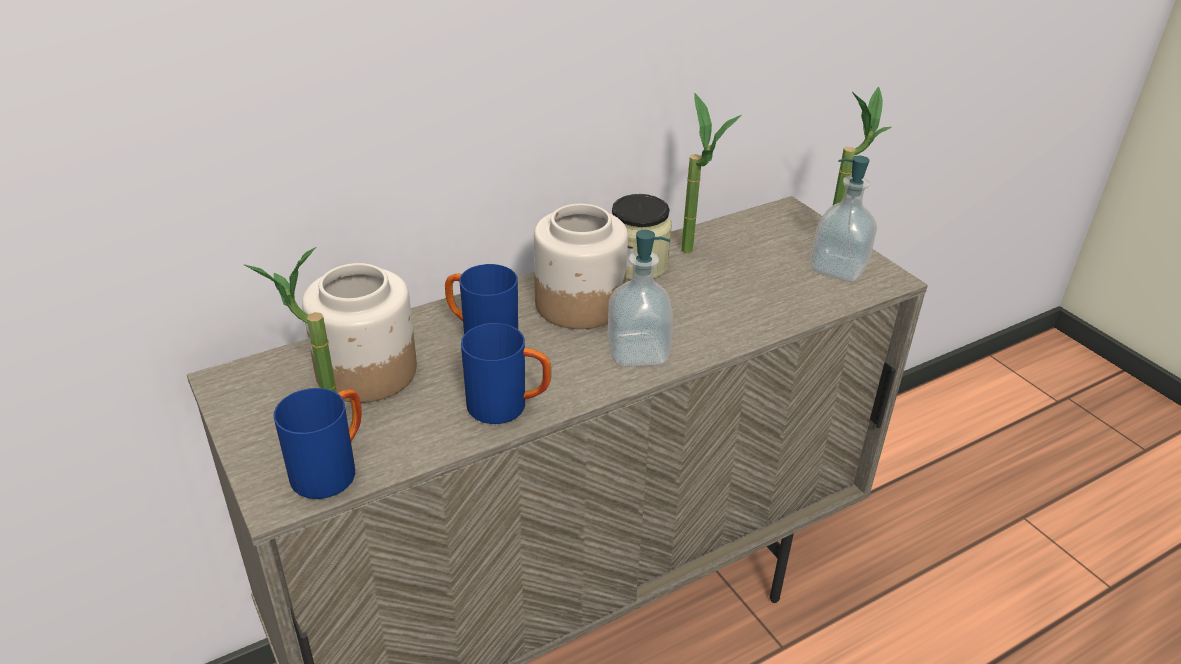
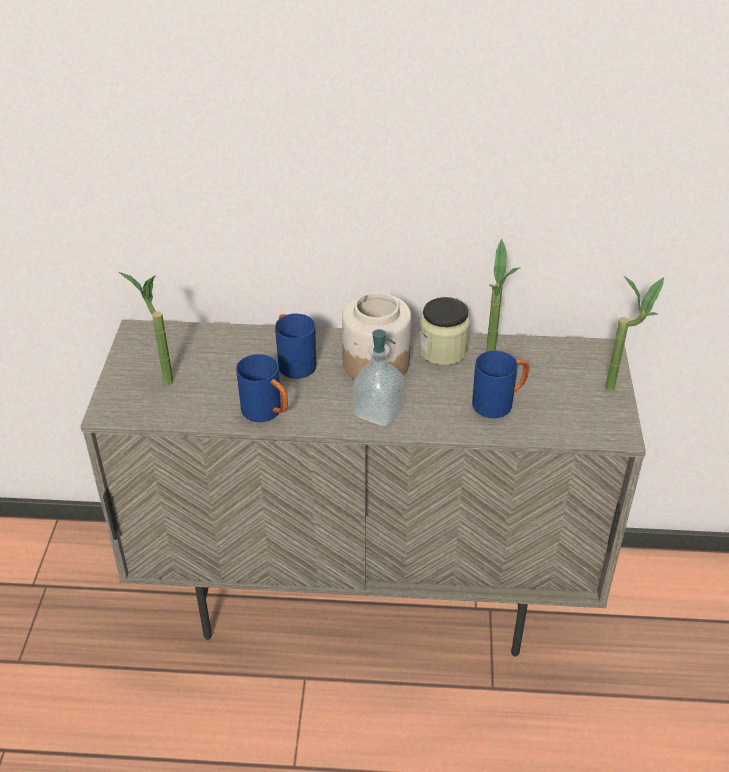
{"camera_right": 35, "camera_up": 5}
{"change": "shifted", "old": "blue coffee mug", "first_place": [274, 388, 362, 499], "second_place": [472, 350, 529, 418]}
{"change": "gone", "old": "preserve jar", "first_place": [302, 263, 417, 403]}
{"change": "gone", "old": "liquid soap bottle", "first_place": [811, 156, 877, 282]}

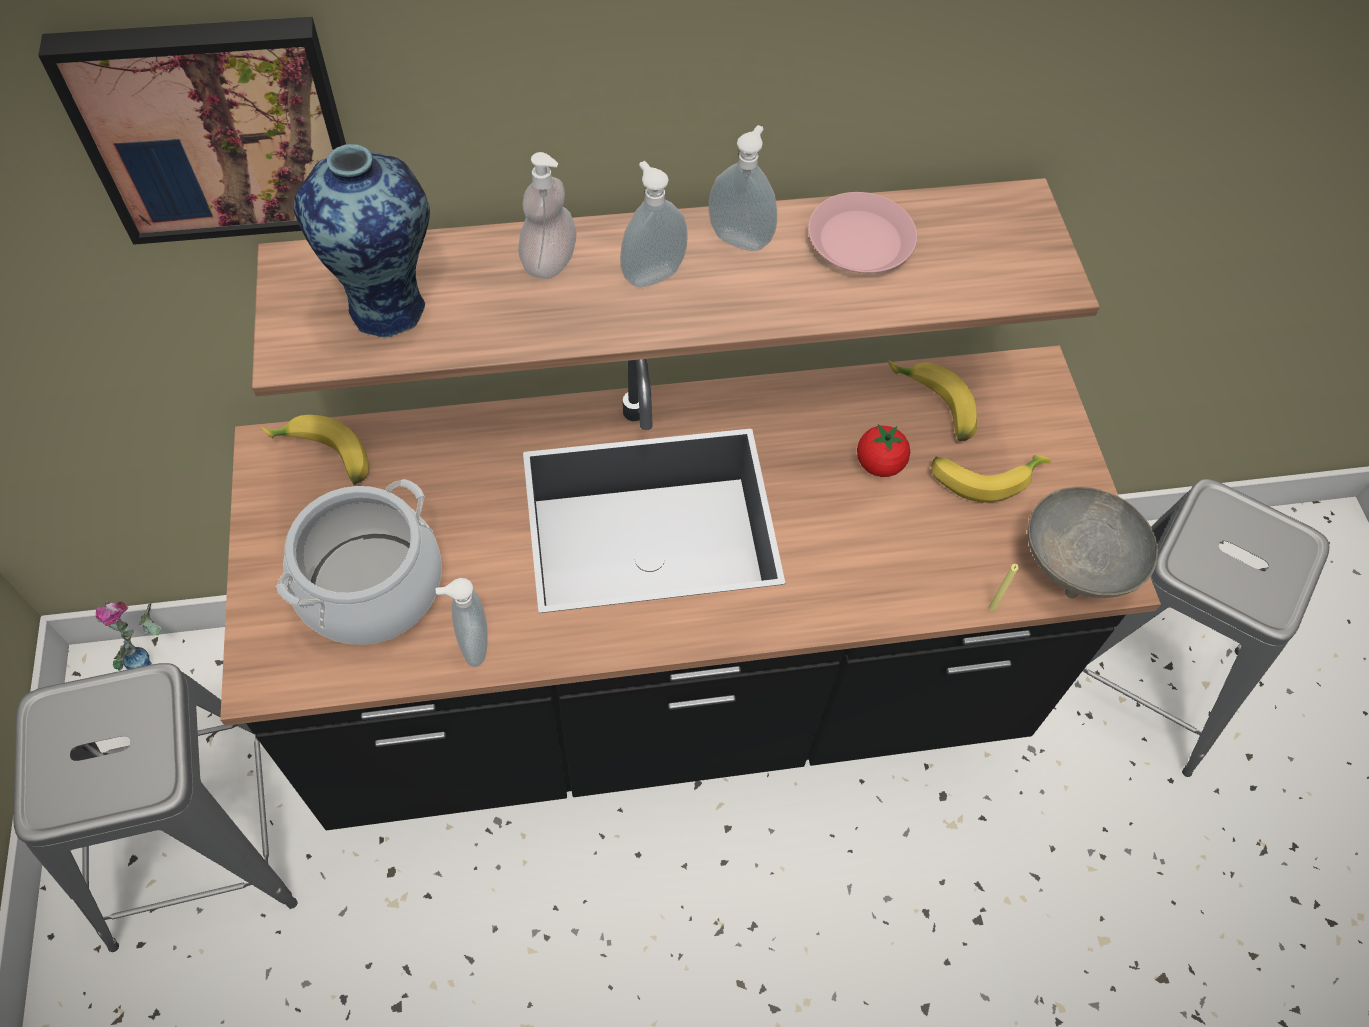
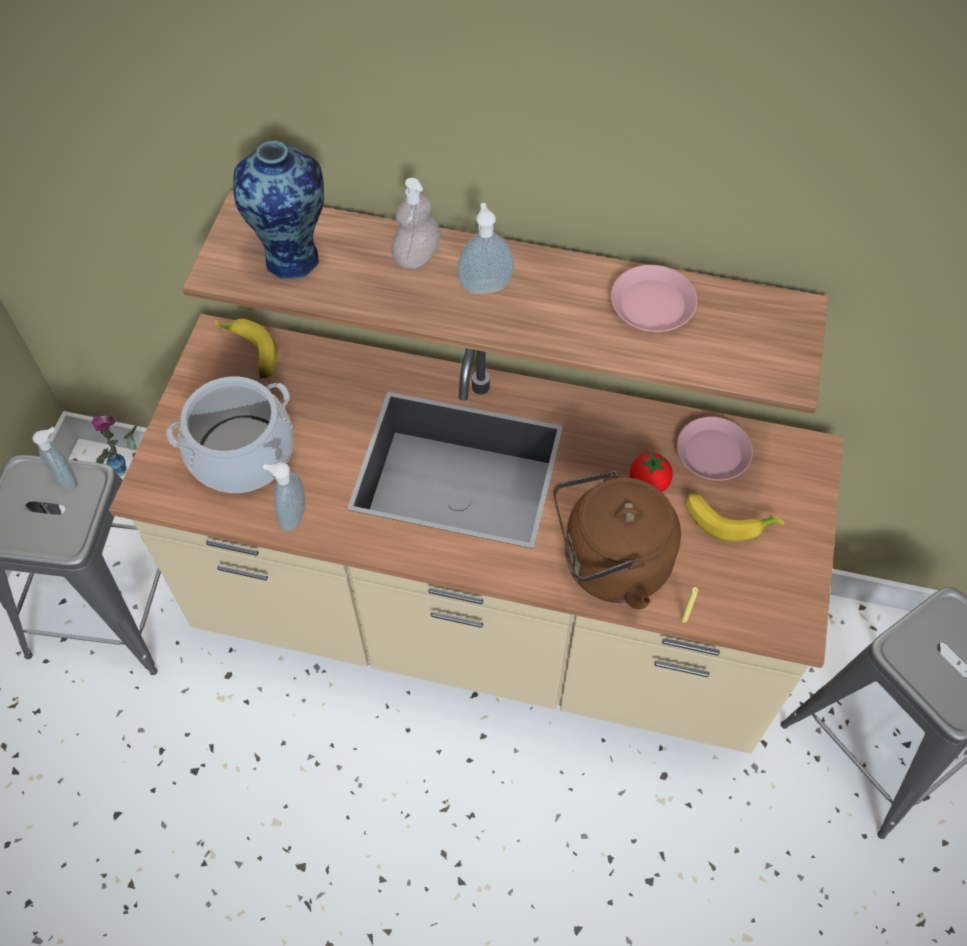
{"camera_right": 25, "camera_up": 0}
{"change": "gone", "old": "wall art", "first_place": [38, 17, 346, 245]}
{"change": "repainted", "old": "black counter", "new": "sand-coloured counter", "first_place": [220, 345, 1161, 830], "second_place": [109, 314, 844, 754]}
{"change": "shifted", "old": "liquid soap bottle", "first_place": [708, 125, 777, 251], "second_place": [32, 427, 78, 490]}
{"change": "swapped", "old": "whole banana", "new": "pink-coloured plate", "first_place": [888, 360, 977, 441], "second_place": [677, 417, 753, 481]}
{"change": "gone", "old": "greyish bowl", "first_place": [1028, 487, 1158, 598]}
{"change": "new", "new": "brown tea kettle", "second_place": [553, 470, 681, 609]}

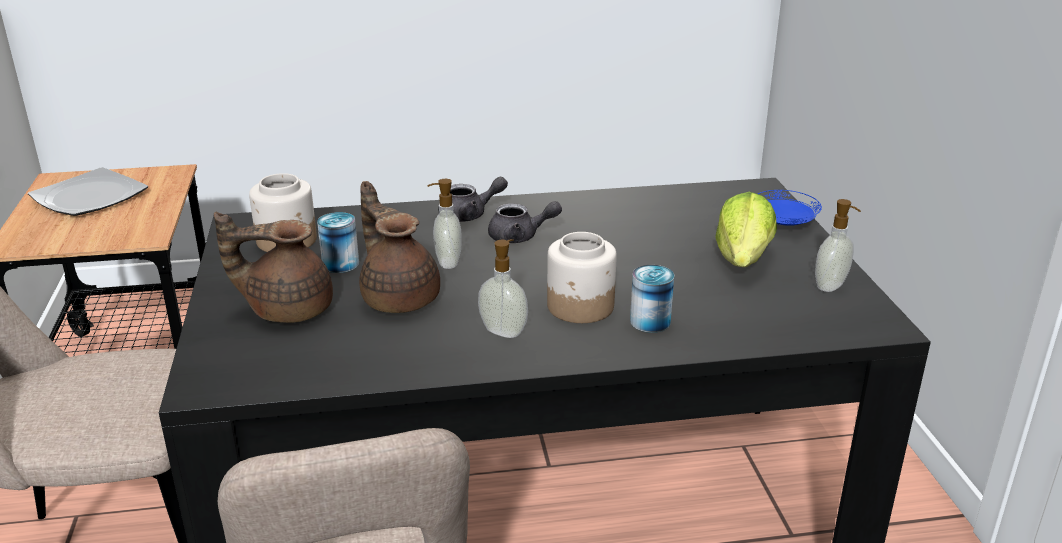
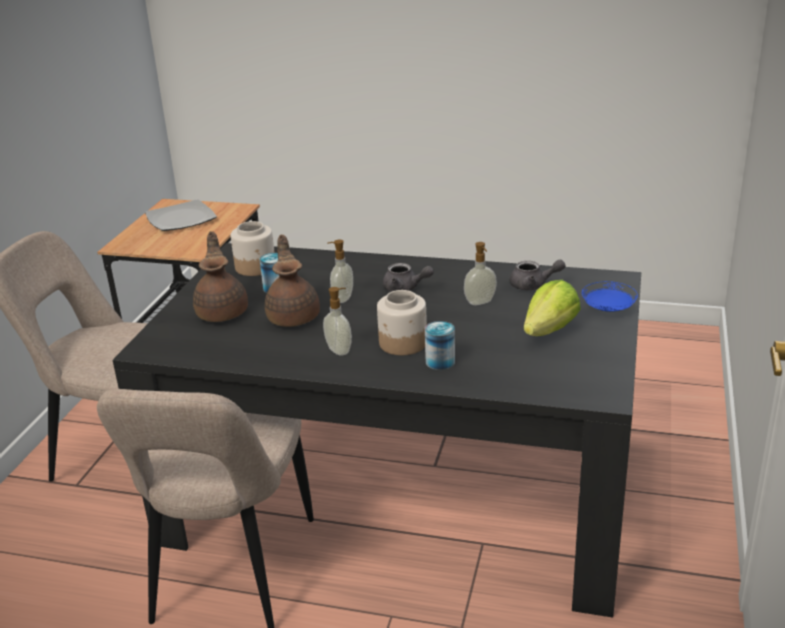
{"camera_right": 25, "camera_up": 0}
{"change": "rotated", "old": "brown pot for tea", "first_place": [214, 212, 333, 323], "second_place": [193, 231, 248, 322], "degrees": 60}
{"change": "shifted", "old": "greyish pot for tea", "first_place": [438, 177, 508, 222], "second_place": [510, 260, 566, 290]}
{"change": "shifted", "old": "liquid soap bottle", "first_place": [815, 199, 861, 292], "second_place": [464, 242, 497, 305]}

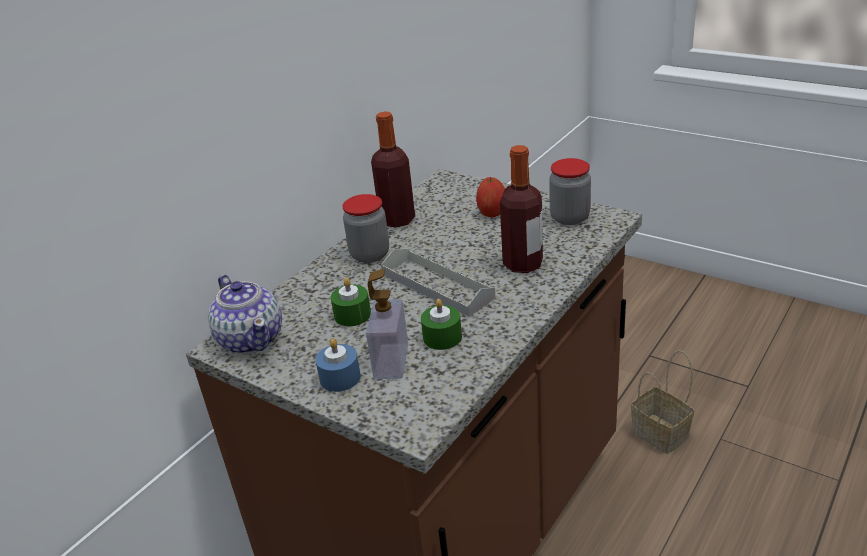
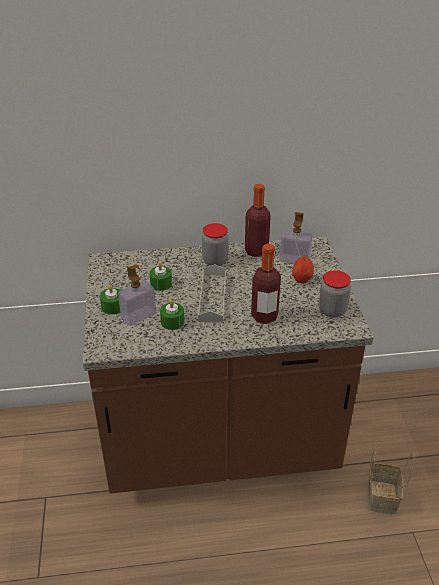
{"camera_right": 45, "camera_up": 5}
{"change": "gone", "old": "pot for tea", "first_place": [208, 275, 282, 354]}
{"change": "repainted", "old": "blue wax candle", "new": "greenish wax candle", "first_place": [315, 339, 361, 392], "second_place": [100, 285, 121, 315]}
{"change": "new", "new": "liquid soap bottle", "second_place": [279, 212, 312, 264]}

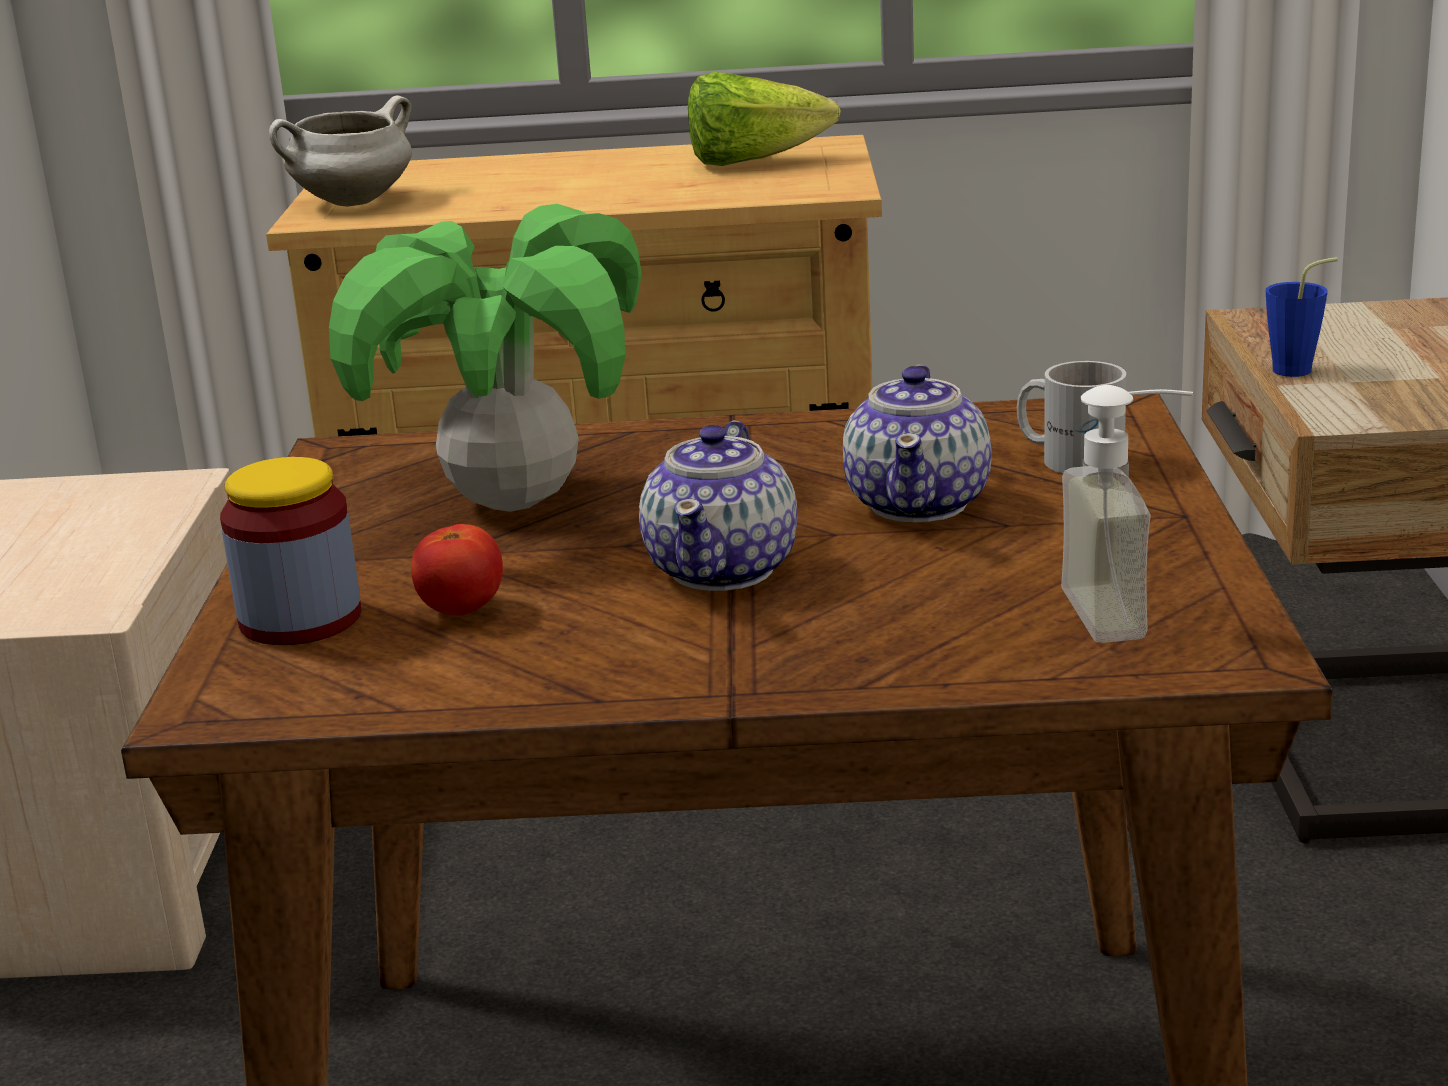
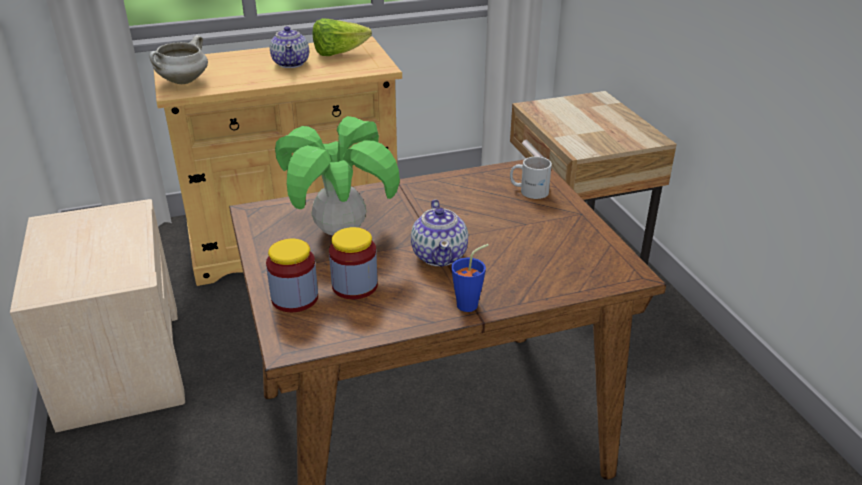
{"camera_right": -20, "camera_up": 10}
{"change": "swapped", "old": "tomato", "new": "preserve jar", "first_place": [411, 524, 503, 616], "second_place": [329, 227, 378, 299]}
{"change": "shifted", "old": "pot for tea", "first_place": [843, 365, 992, 523], "second_place": [270, 26, 309, 68]}
{"change": "gone", "old": "liquid soap bottle", "first_place": [1061, 385, 1193, 643]}
{"change": "shifted", "old": "blue cup", "first_place": [1266, 257, 1338, 377], "second_place": [451, 244, 489, 312]}

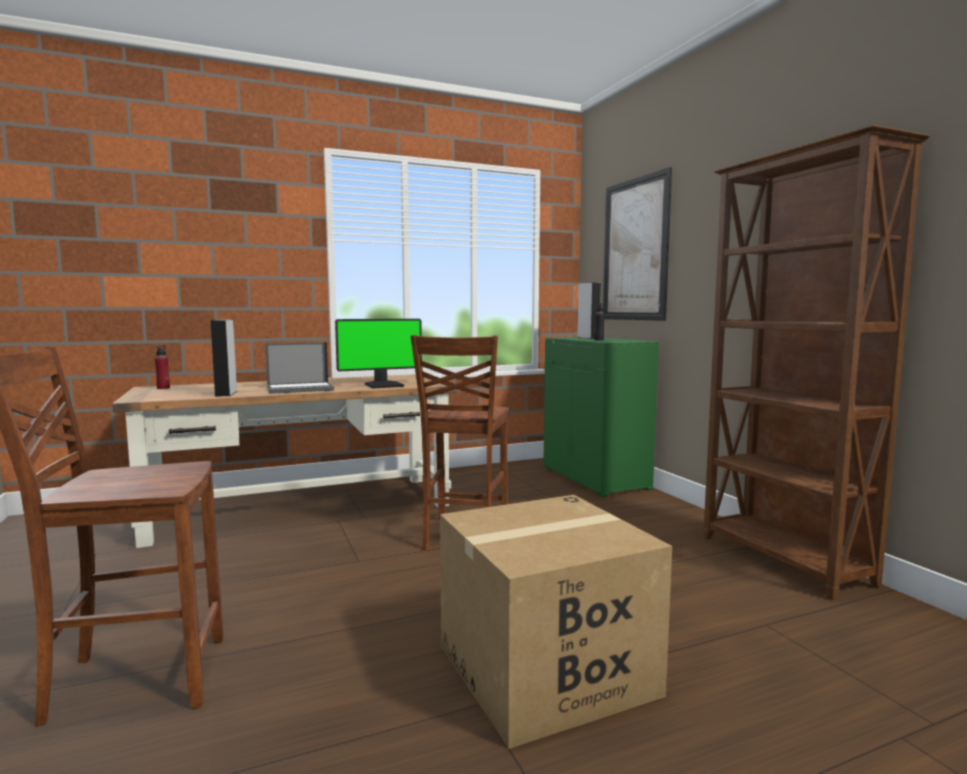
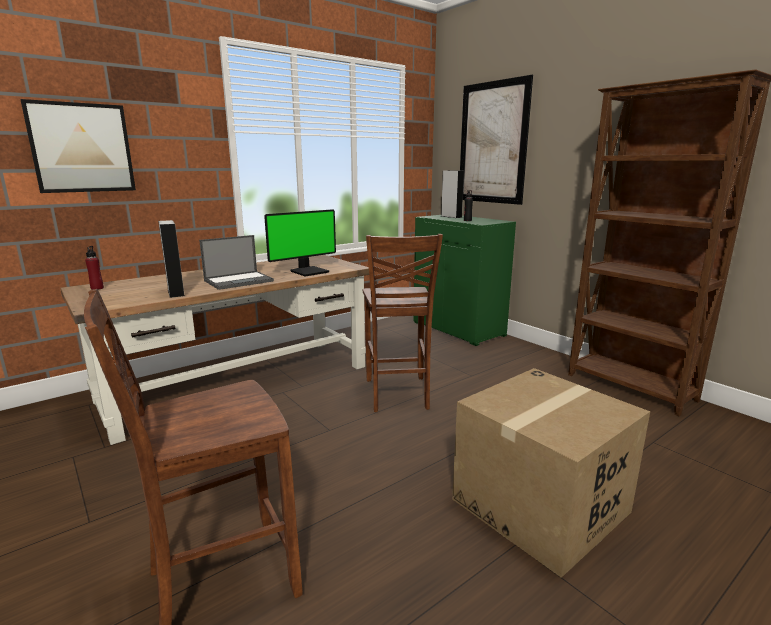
{"camera_right": -15, "camera_up": 10}
{"change": "new", "new": "wall art", "second_place": [20, 99, 136, 193]}

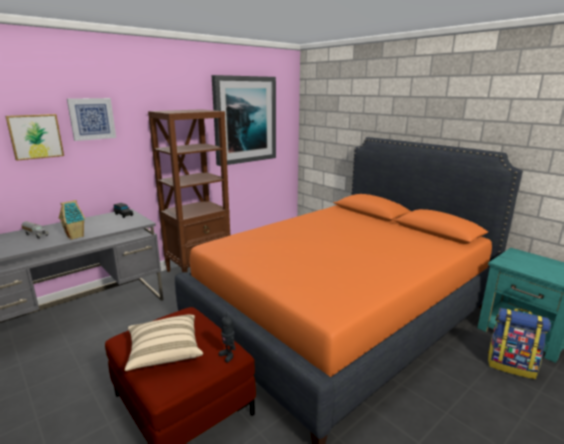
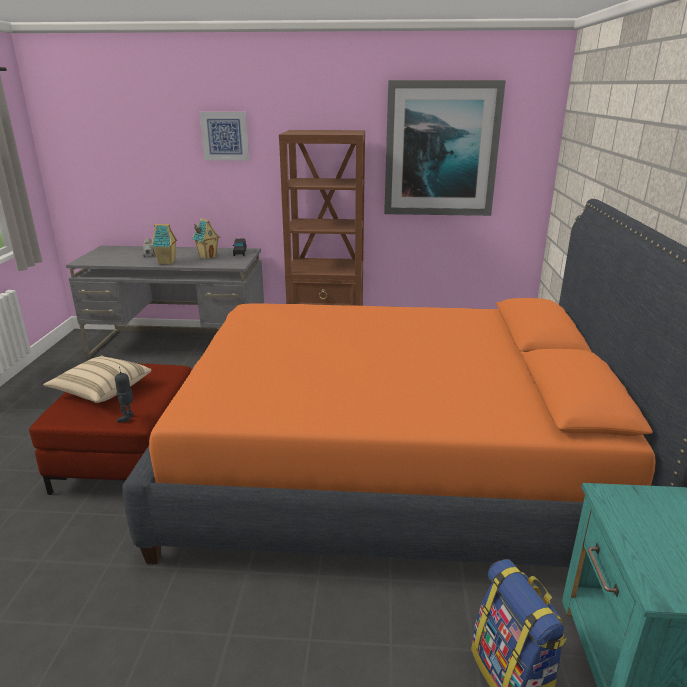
{"camera_right": 45, "camera_up": 5}
{"change": "gone", "old": "wall art", "first_place": [5, 114, 64, 161]}
{"change": "new", "new": "miniature house", "second_place": [192, 218, 220, 259]}

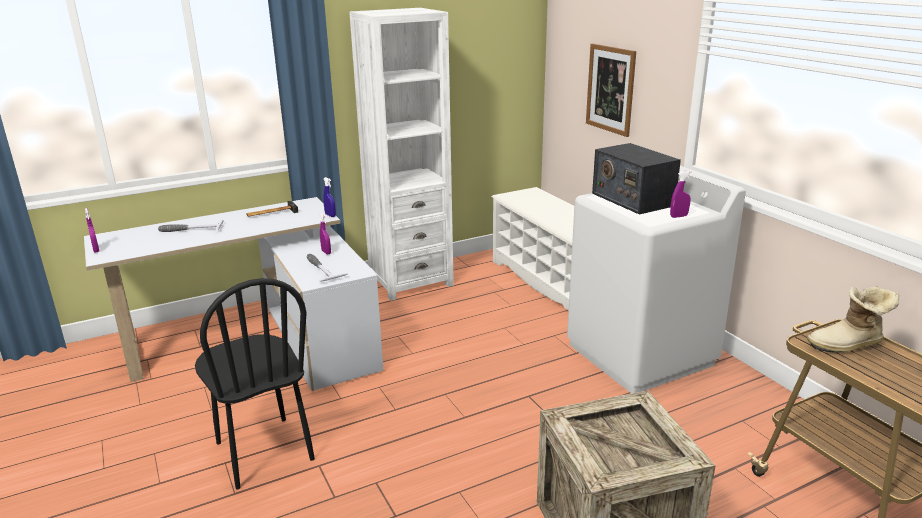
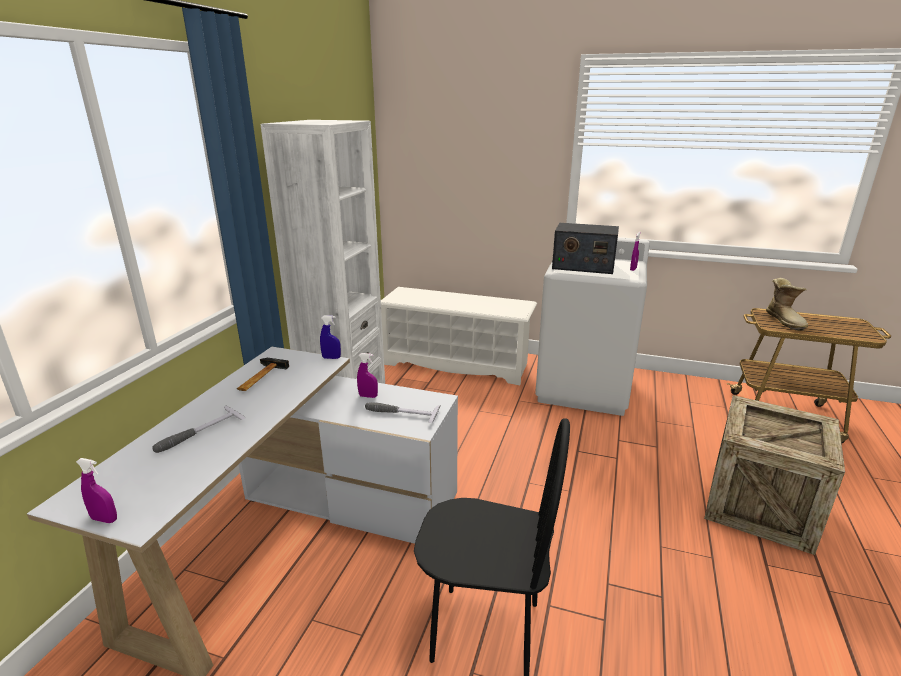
{"camera_right": -45, "camera_up": 0}
{"change": "gone", "old": "wall art", "first_place": [586, 44, 636, 137]}
{"change": "rotated", "old": "high-top boot", "first_place": [807, 286, 899, 353], "second_place": [766, 278, 808, 330], "degrees": -45}

